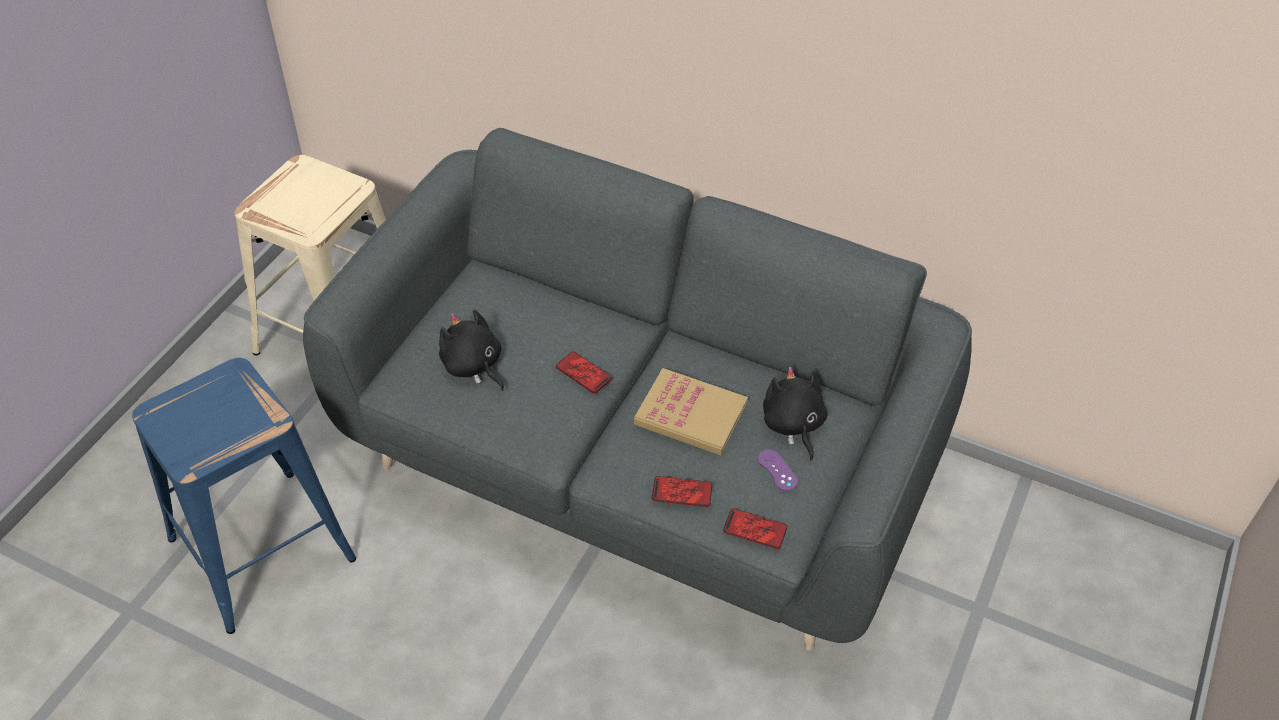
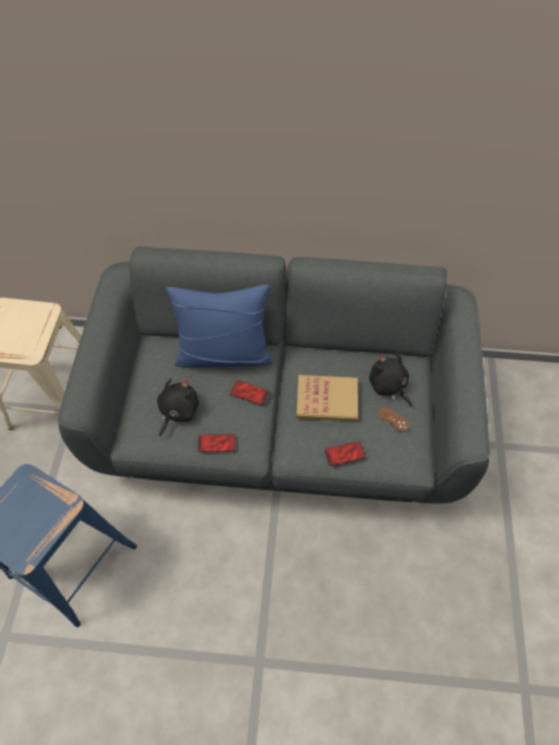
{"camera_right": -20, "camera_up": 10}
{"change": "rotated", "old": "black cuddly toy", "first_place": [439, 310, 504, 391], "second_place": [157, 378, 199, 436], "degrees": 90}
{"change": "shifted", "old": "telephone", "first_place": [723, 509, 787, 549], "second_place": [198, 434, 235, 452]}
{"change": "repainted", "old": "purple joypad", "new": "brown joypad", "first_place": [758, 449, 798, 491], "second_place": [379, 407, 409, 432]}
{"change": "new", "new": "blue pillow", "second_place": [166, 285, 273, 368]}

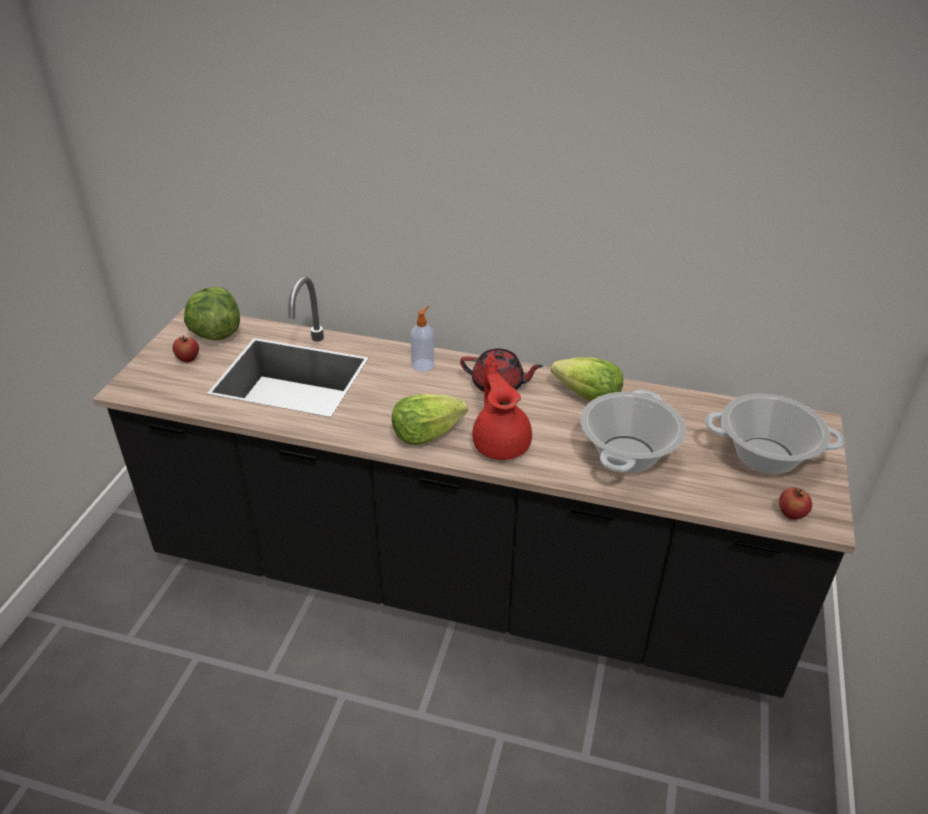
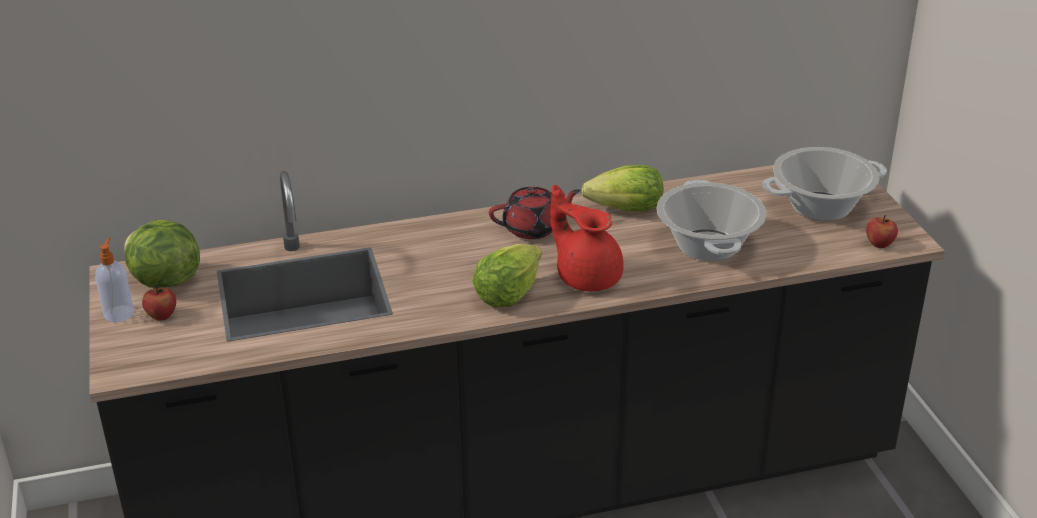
{"camera_right": -30, "camera_up": -5}
{"change": "shifted", "old": "liquid soap bottle", "first_place": [411, 306, 434, 372], "second_place": [95, 237, 134, 322]}

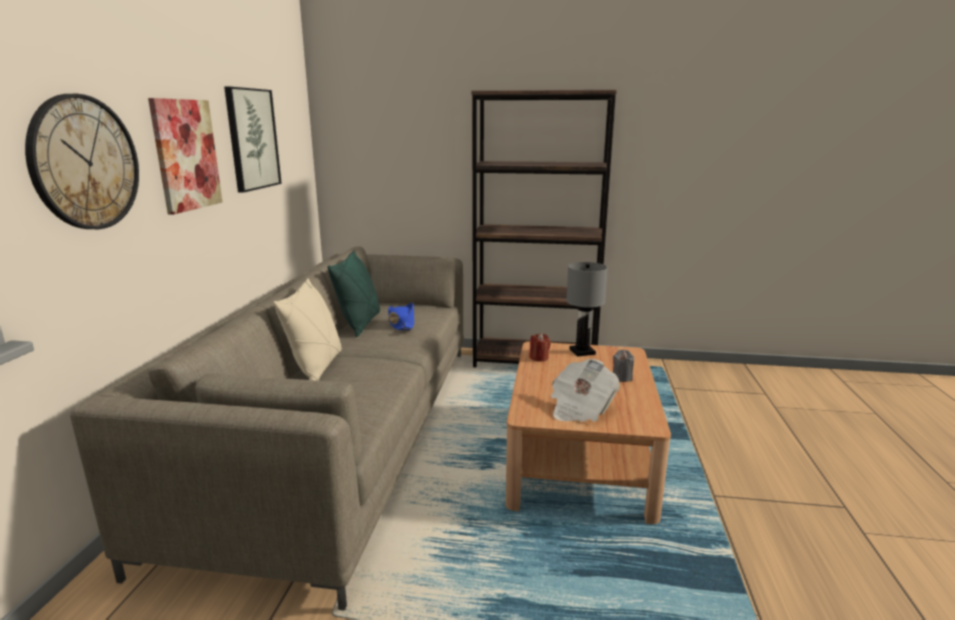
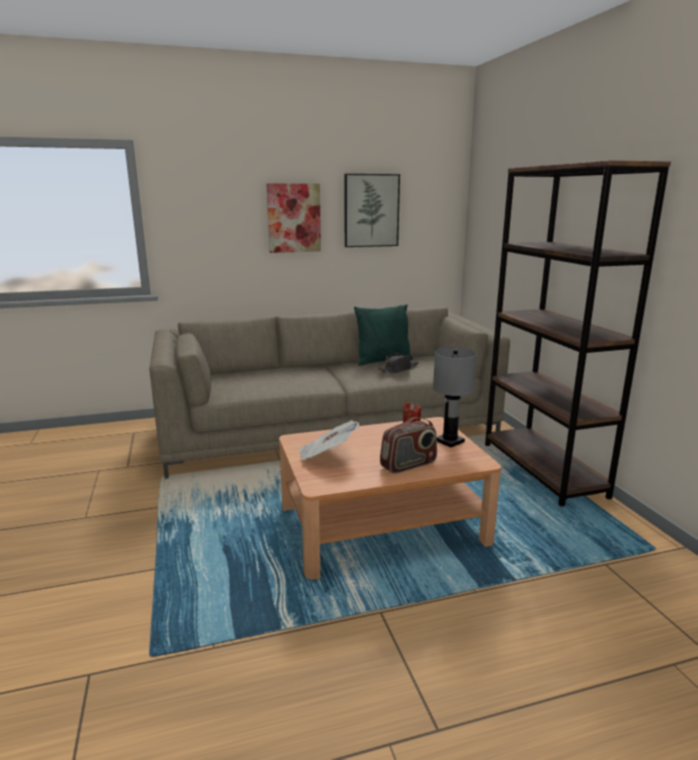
{"camera_right": 65, "camera_up": 0}
{"change": "gone", "old": "wall clock", "first_place": [25, 94, 139, 229]}
{"change": "gone", "old": "sand-coloured pillow", "first_place": [273, 278, 342, 381]}
{"change": "repainted", "old": "blue hat", "new": "black hat", "first_place": [388, 303, 414, 330], "second_place": [377, 353, 419, 374]}
{"change": "swapped", "old": "greyish wax candle", "new": "radio receiver", "first_place": [613, 349, 634, 382], "second_place": [380, 417, 437, 474]}

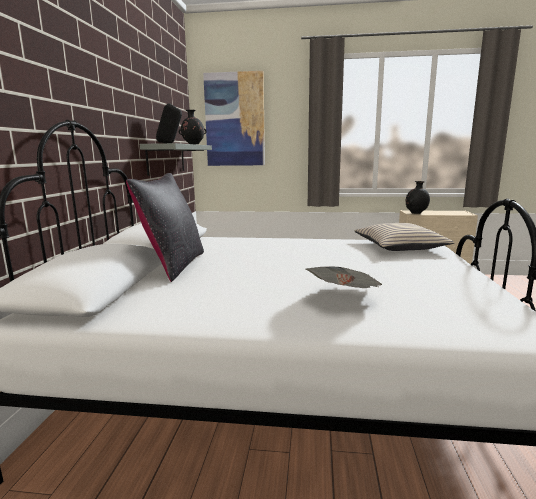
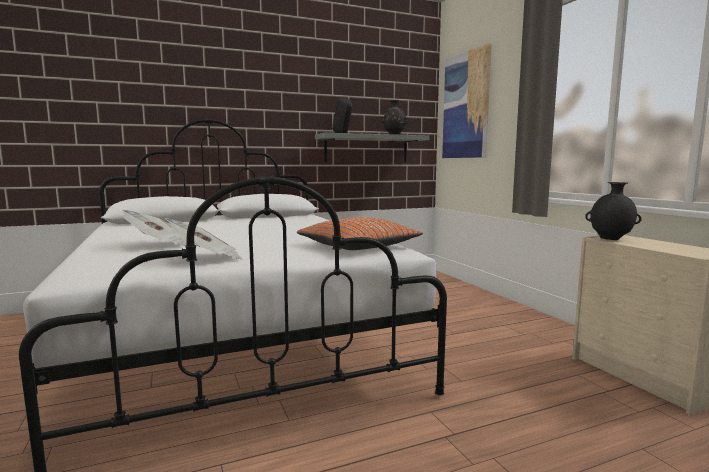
{"camera_right": 60, "camera_up": -5}
{"change": "gone", "old": "black pillow", "first_place": [126, 173, 204, 282]}
{"change": "repainted", "old": "sand-coloured pillow", "new": "orange-coloured pillow", "first_place": [354, 223, 455, 251], "second_place": [297, 217, 423, 250]}
{"change": "new", "new": "daily paper", "second_place": [165, 218, 244, 260]}

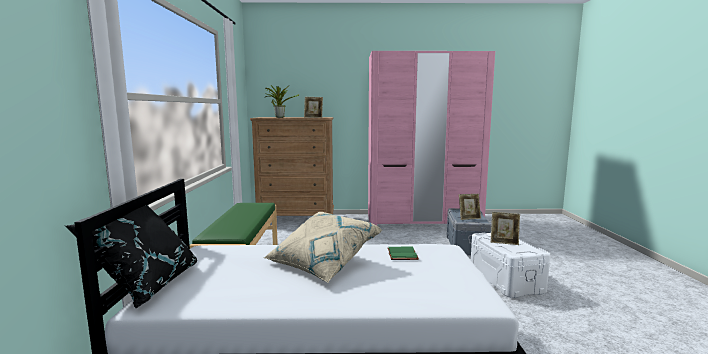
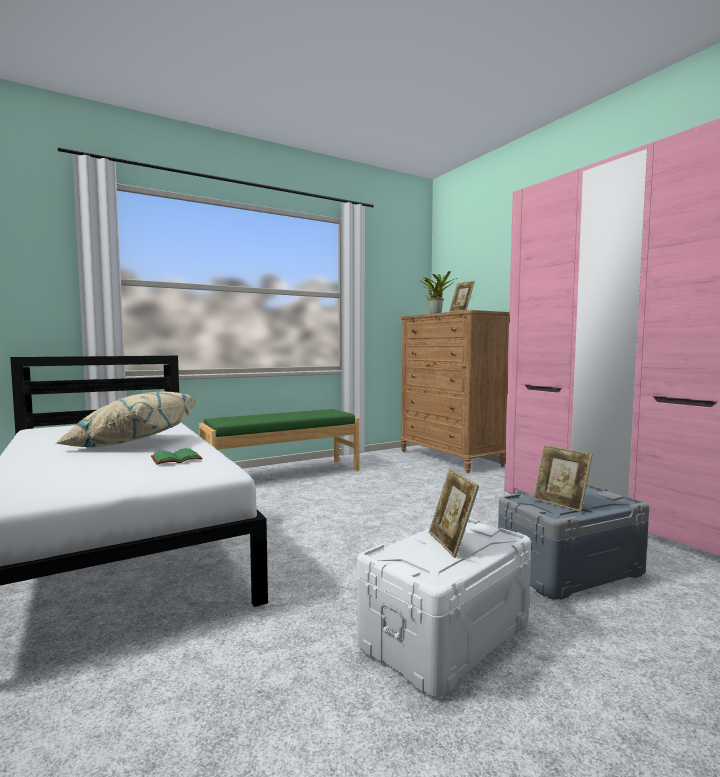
{"camera_right": 60, "camera_up": -5}
{"change": "gone", "old": "black pillow", "first_place": [65, 205, 197, 308]}

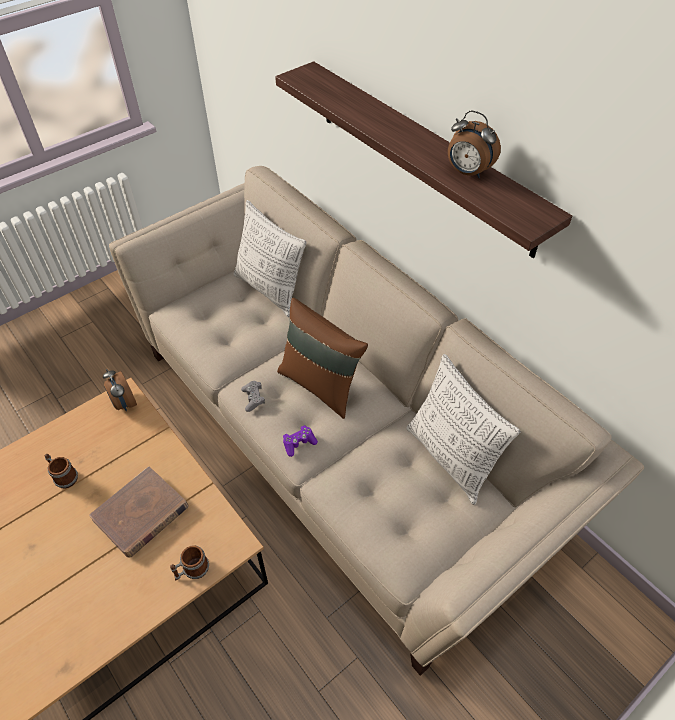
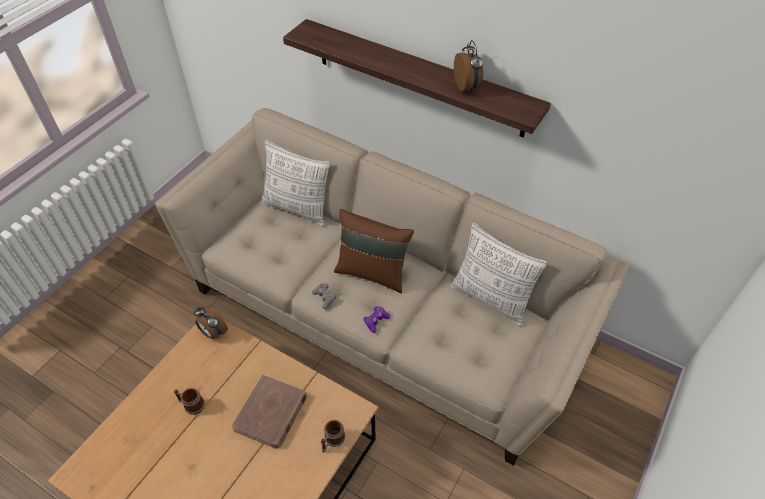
{"camera_right": -20, "camera_up": 0}
{"change": "rotated", "old": "table clock", "first_place": [448, 111, 501, 178], "second_place": [454, 40, 483, 92], "degrees": -120}

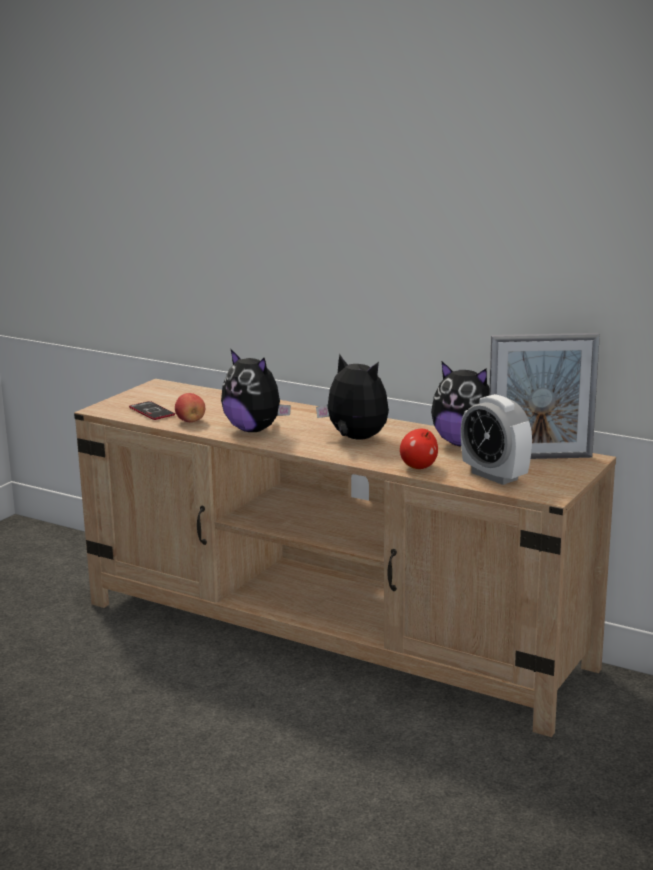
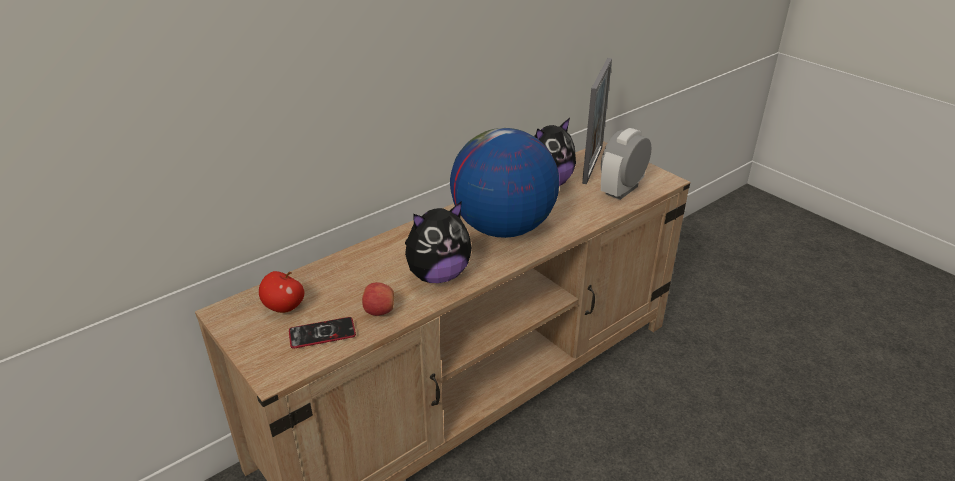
{"camera_right": -70, "camera_up": 15}
{"change": "swapped", "old": "cuddly toy", "new": "desk globe", "first_place": [316, 354, 389, 440], "second_place": [450, 128, 559, 238]}
{"change": "shifted", "old": "apple fruit", "first_place": [400, 429, 438, 469], "second_place": [259, 271, 304, 313]}
{"change": "rotated", "old": "table clock", "first_place": [461, 394, 532, 485], "second_place": [601, 128, 651, 200], "degrees": 150}

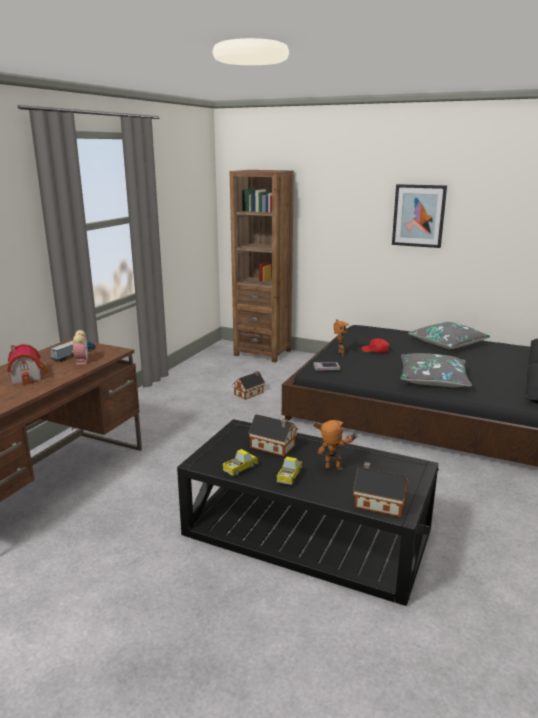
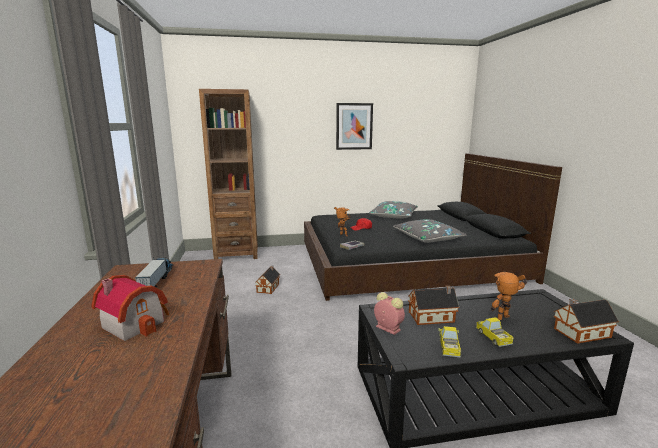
{"camera_right": -35, "camera_up": -5}
{"change": "shifted", "old": "table clock", "first_place": [71, 330, 88, 365], "second_place": [374, 292, 405, 335]}

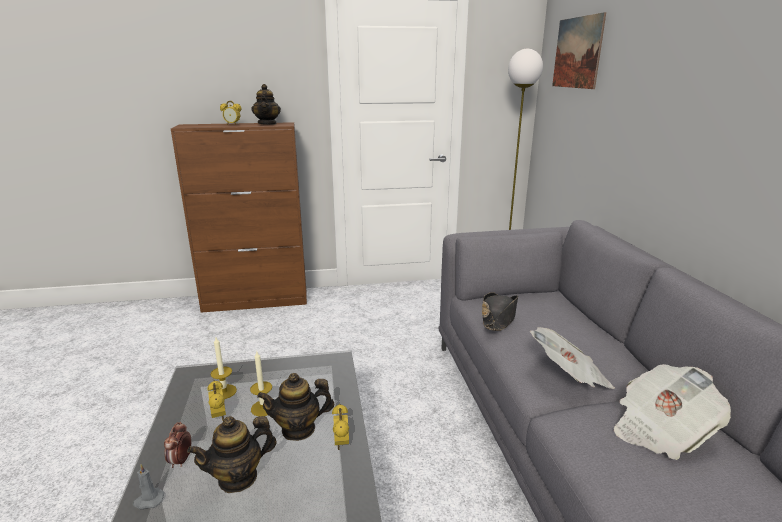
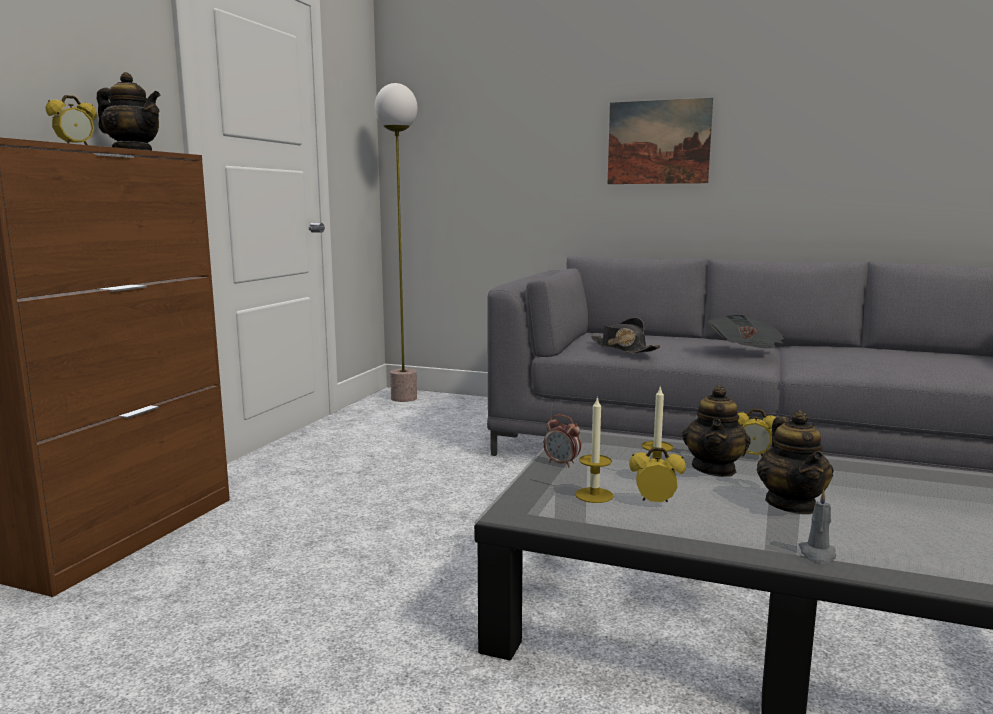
{"camera_right": -60, "camera_up": -10}
{"change": "shifted", "old": "table clock", "first_place": [164, 422, 192, 468], "second_place": [543, 415, 581, 467]}
{"change": "shifted", "old": "wall art", "first_place": [552, 12, 606, 89], "second_place": [608, 98, 713, 184]}
{"change": "gone", "old": "daily paper", "first_place": [614, 364, 731, 460]}

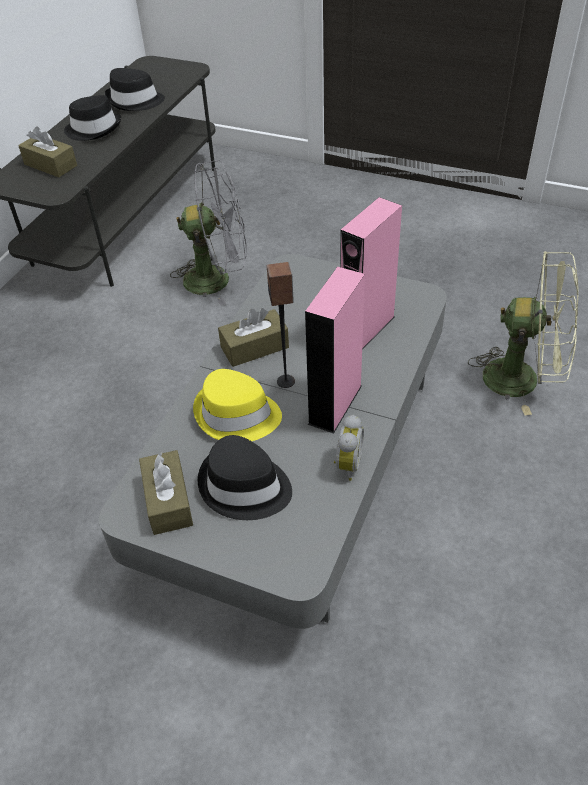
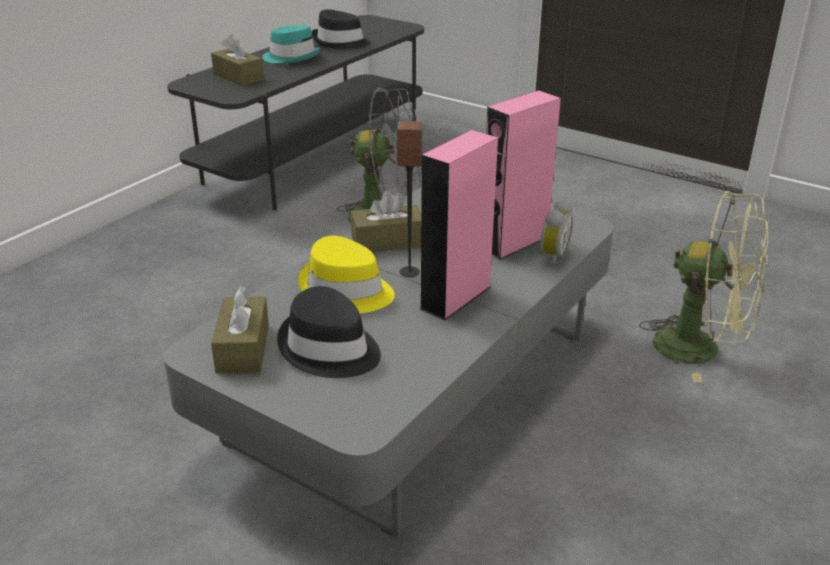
{"camera_right": 10, "camera_up": -15}
{"change": "repainted", "old": "black hat", "new": "turquoise-coloured hat", "first_place": [64, 95, 121, 141], "second_place": [262, 25, 321, 63]}
{"change": "shifted", "old": "table clock", "first_place": [334, 415, 364, 481], "second_place": [540, 200, 573, 266]}

